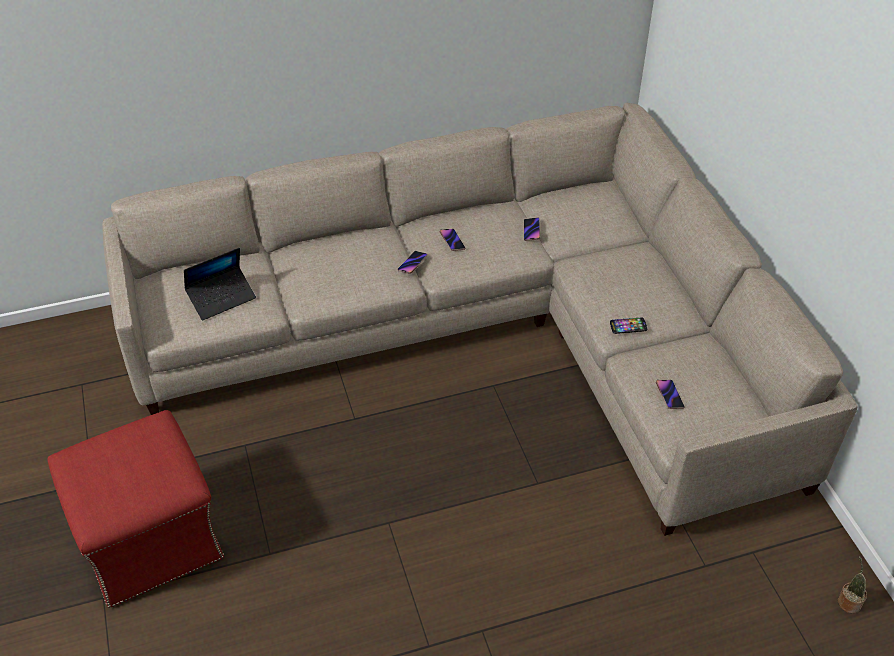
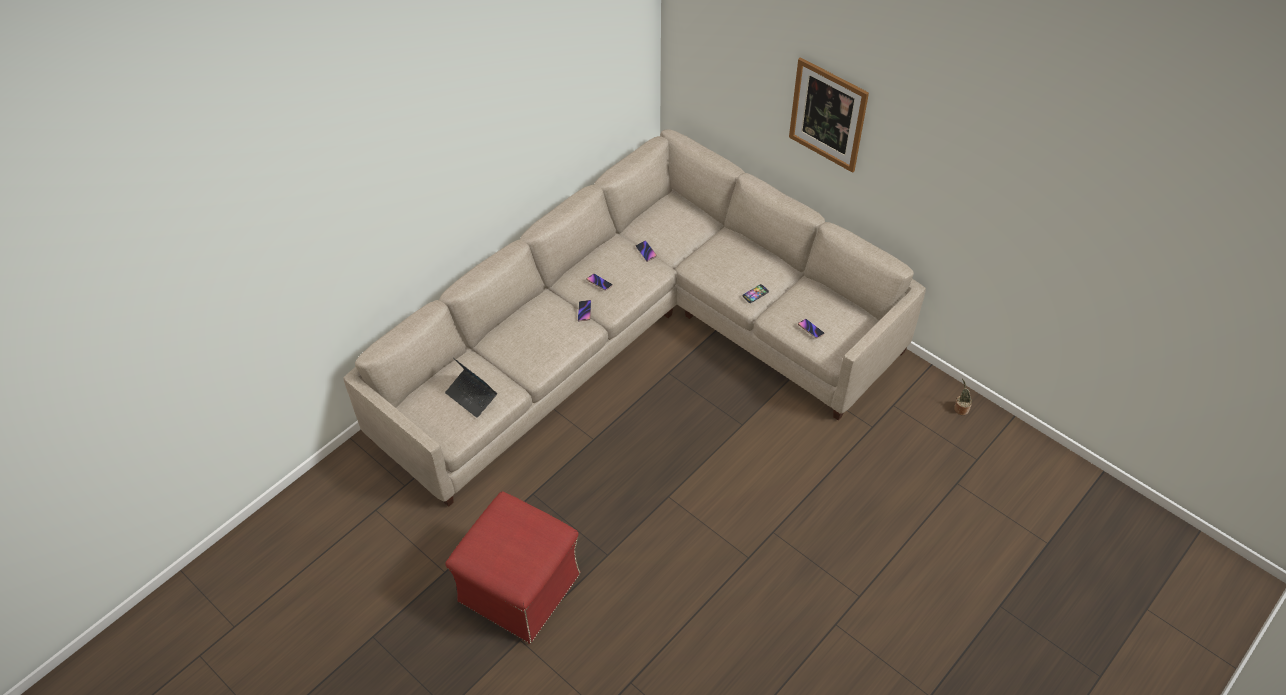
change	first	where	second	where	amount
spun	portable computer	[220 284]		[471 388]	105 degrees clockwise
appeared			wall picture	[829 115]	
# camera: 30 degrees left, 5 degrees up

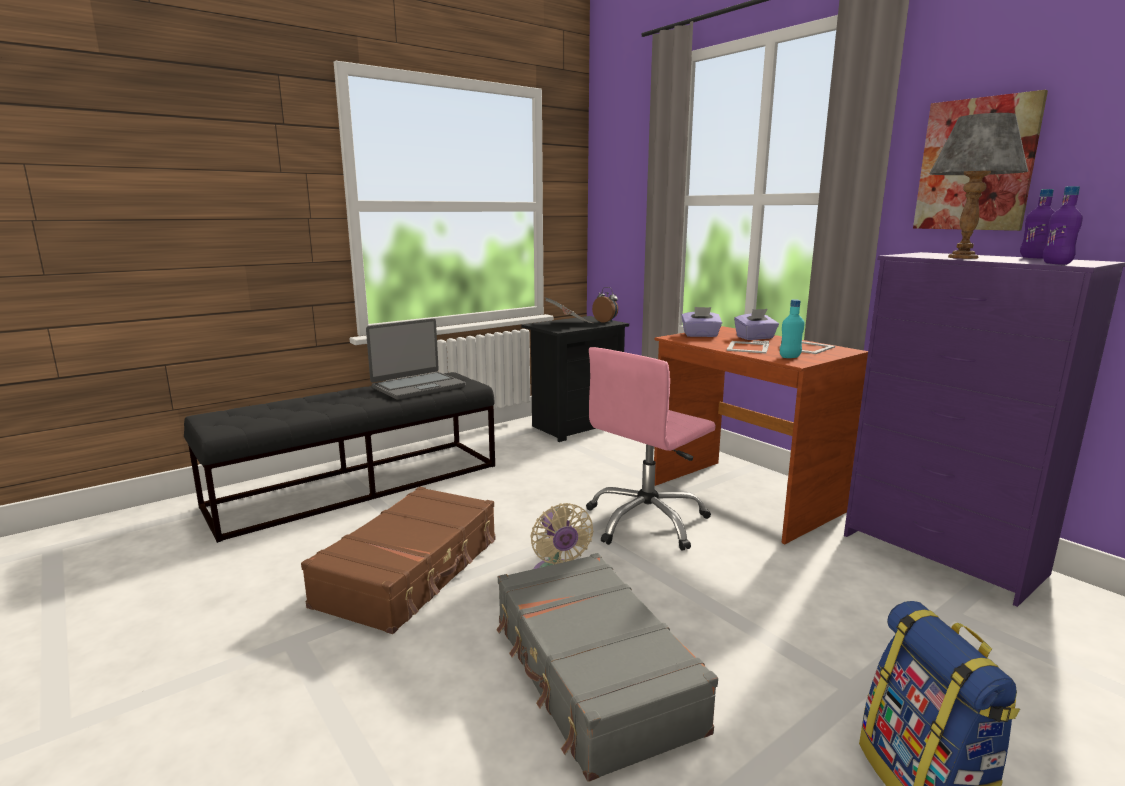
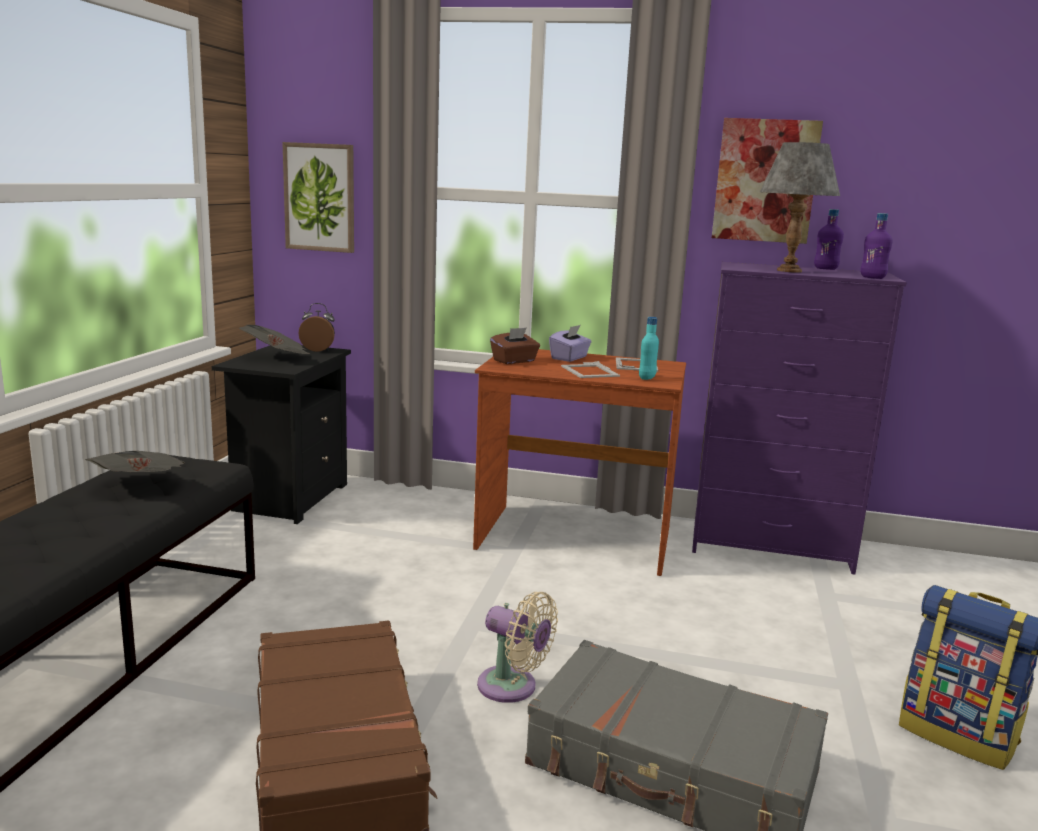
change	first	where	second	where	amount
exchanged	portable computer	[416 359]	daily paper	[135 461]	
missing	pink computer chair	[651 449]			
colour	purple-coloured tissue holder	[701 322]	brown-coloured tissue holder	[515 346]	
appeared			wall picture	[318 197]	
# camera: 40 degrees left, 0 degrees up

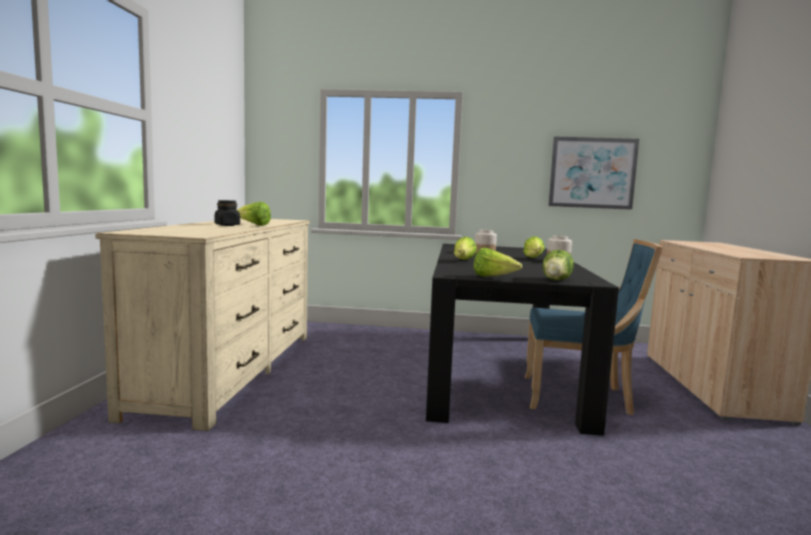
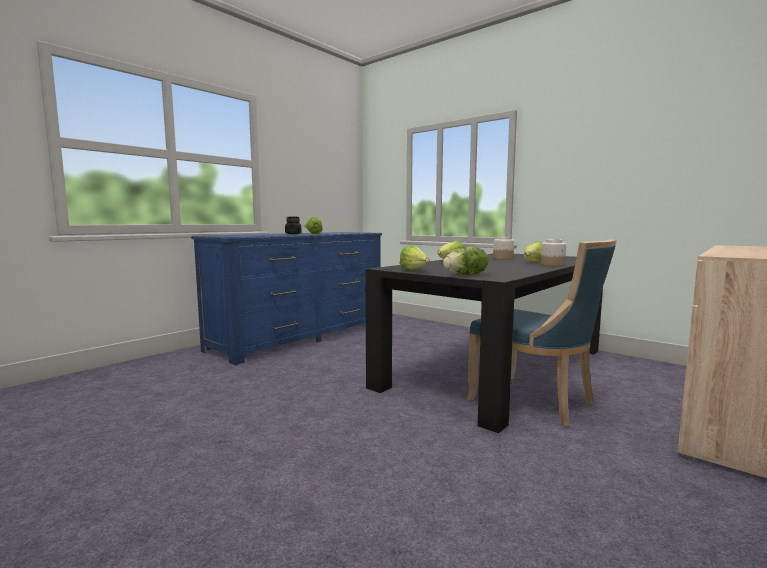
change	first	where	second	where	amount
colour	sand-coloured drawer chest	[202 324]	blue-coloured drawer chest	[286 298]	
missing	wall picture	[593 173]			
# camera: 35 degrees right, 0 degrees up

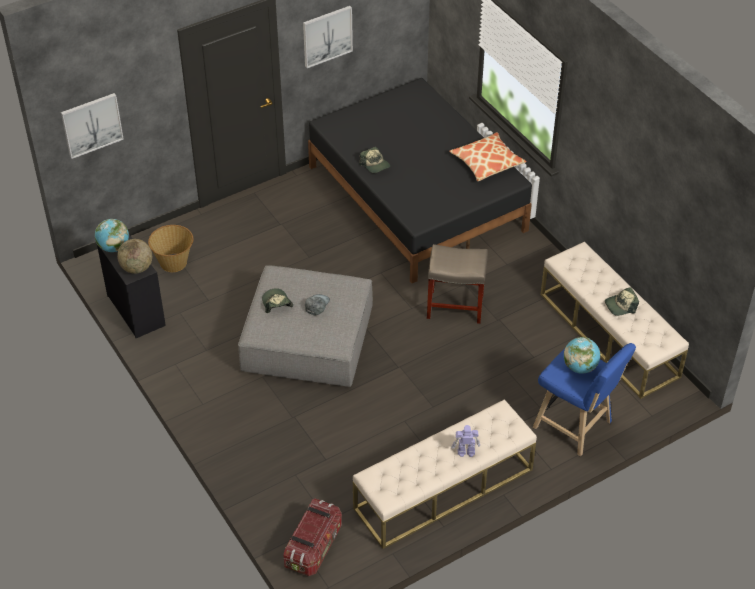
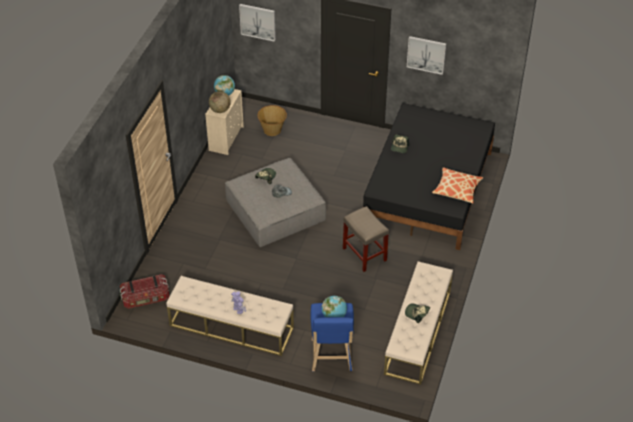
change	first	where	second	where	amount
colour	black-coloured drawer chest	[131 286]	sand-coloured drawer chest	[224 122]	
# camera: 50 degrees right, 0 degrees up

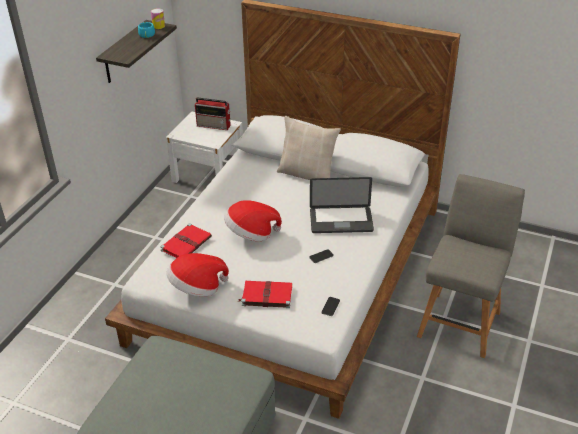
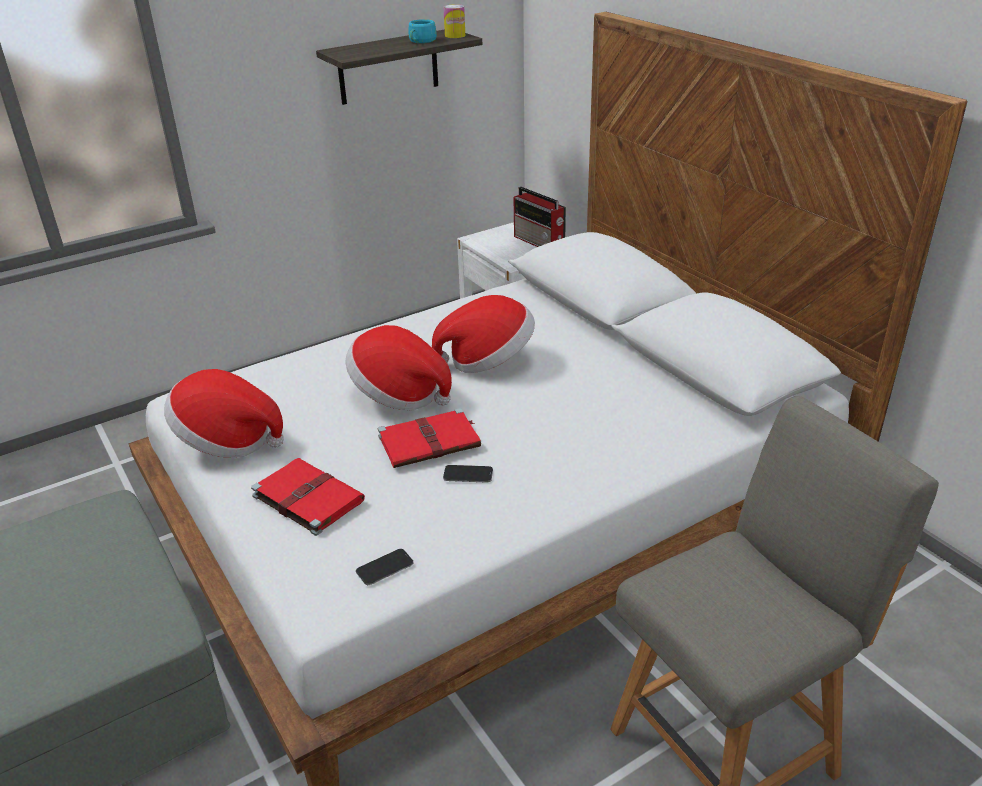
change	first	where	second	where	amount
relocated	red-coloured book	[186 240]		[429 438]	
missing	sand-coloured cushion	[309 148]			
missing	portable computer	[342 205]			
appeared			wearable hat	[483 334]	
# camera: 35 degrees right, 5 degrees down

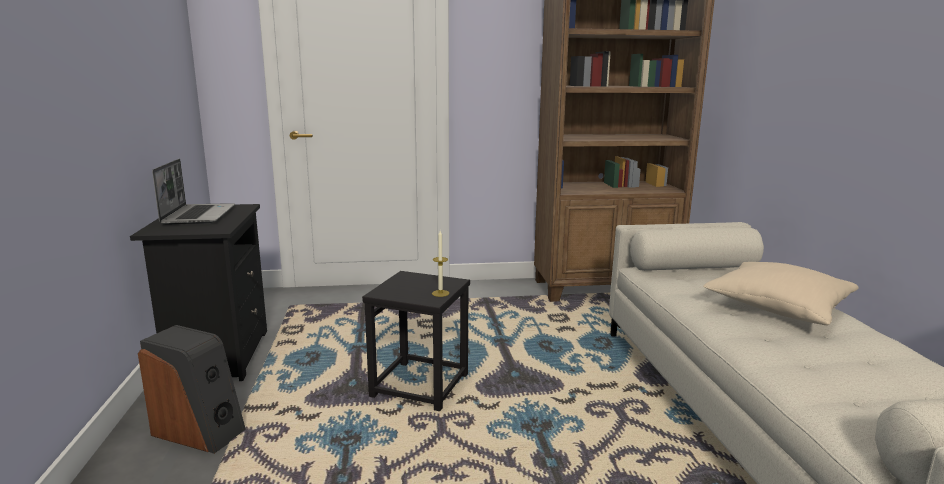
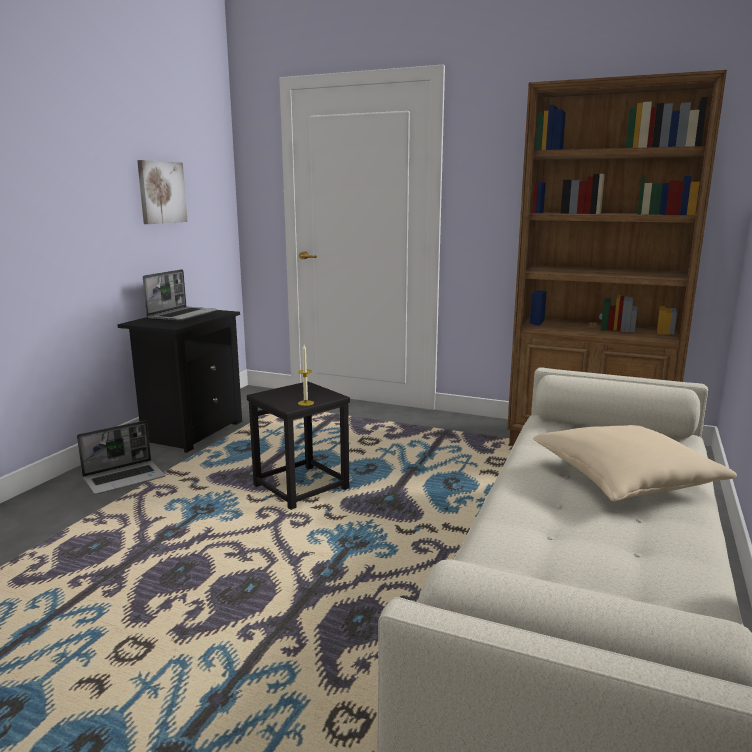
change	first	where	second	where	amount
exchanged	audio speaker	[192 389]	portable computer	[121 457]	
appeared			wall picture	[162 192]	
# camera: 30 degrees right, 0 degrees up

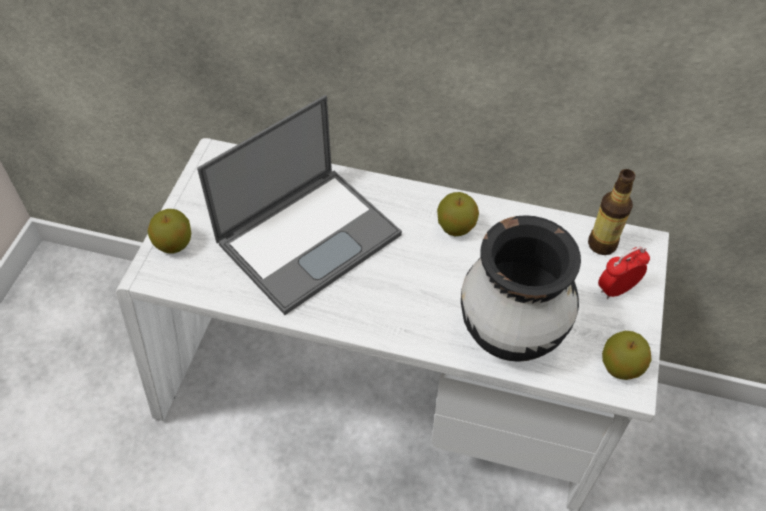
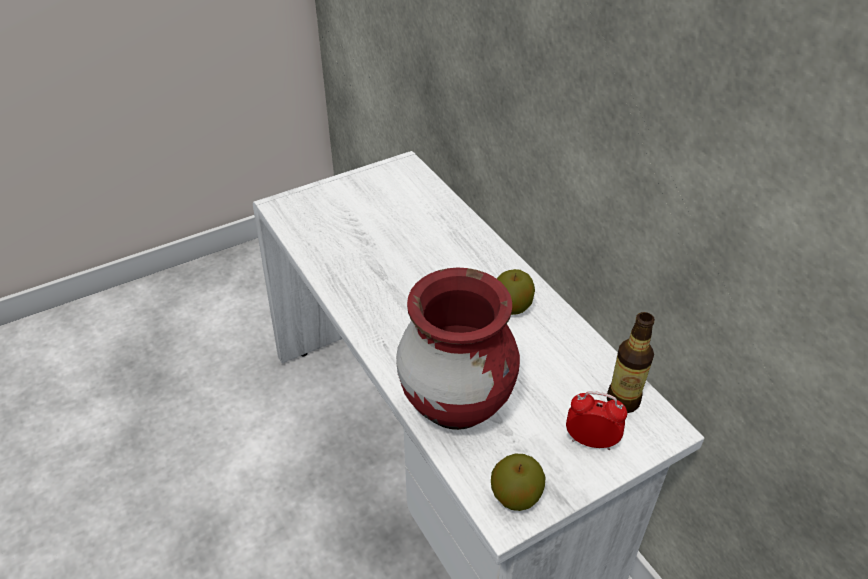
change	first	where	second	where	amount
missing	whole apple	[169 231]			
missing	portable computer	[299 205]			
colour	black-coloured flower vase	[521 288]	red-coloured flower vase	[458 349]	
# camera: 45 degrees right, 10 degrees down

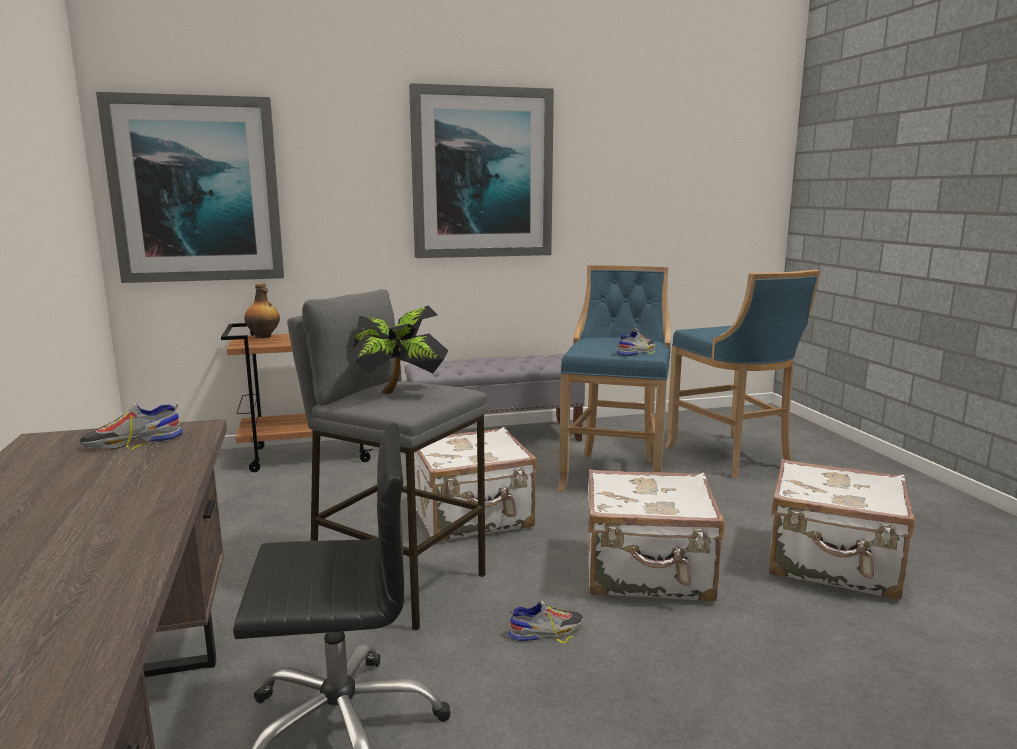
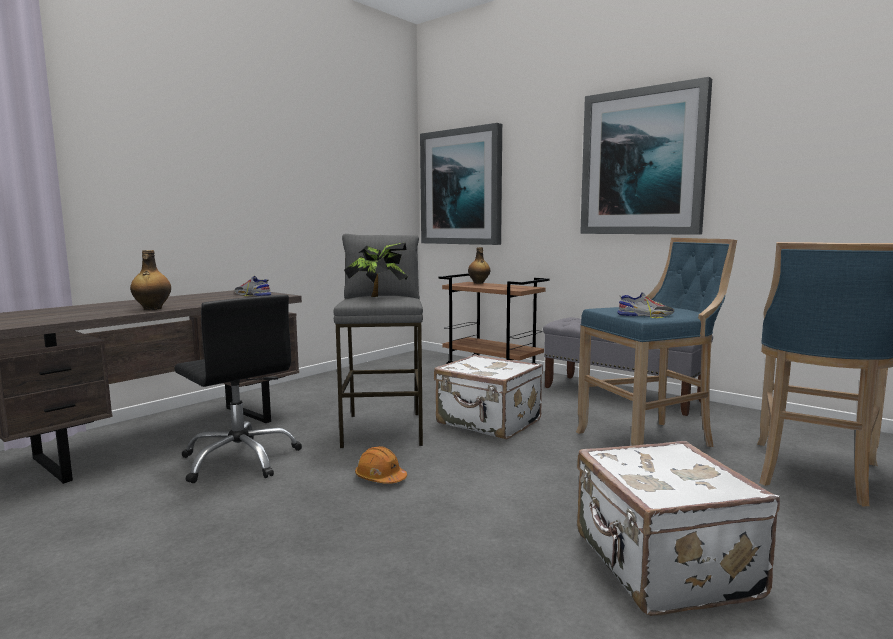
change	first	where	second	where	amount
exchanged	shoe	[545 621]	orangey safety helmet	[381 465]	
missing	whitish travel case	[656 535]			
appeared			beverage bottle	[150 280]	
# camera: 55 degrees right, 5 degrees down

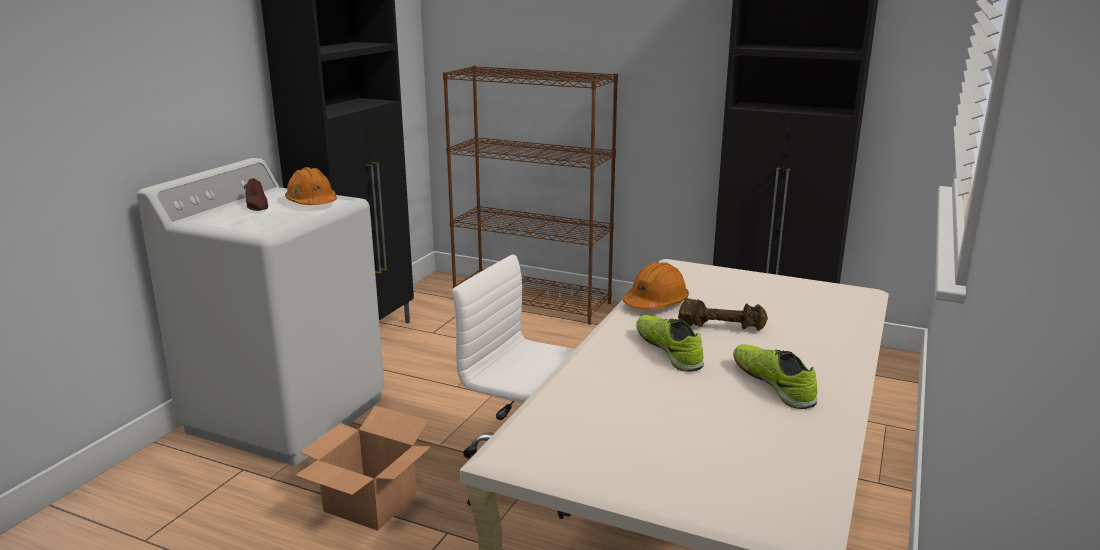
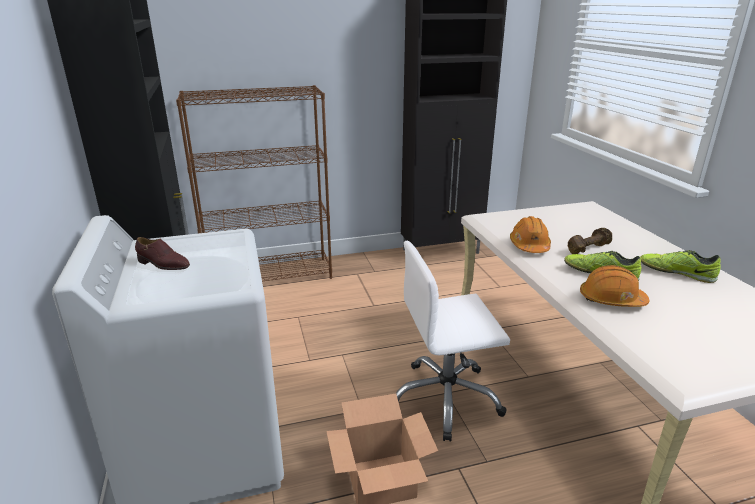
change	first	where	second	where	amount
relocated	orangey safety helmet	[311 186]		[614 286]	
# camera: 40 degrees left, 5 degrees up

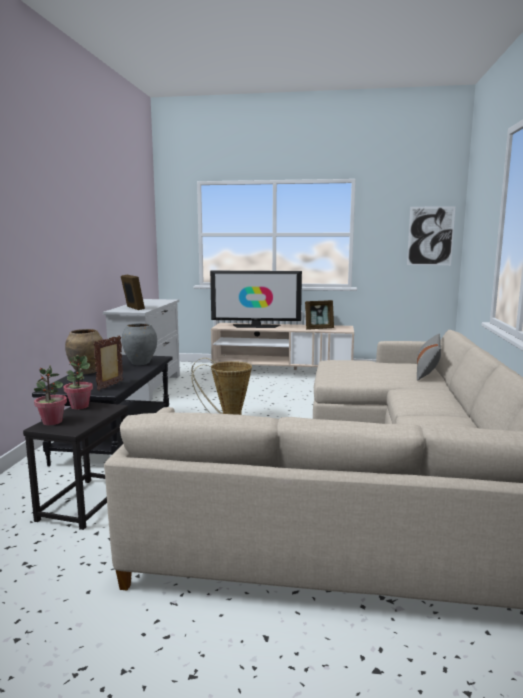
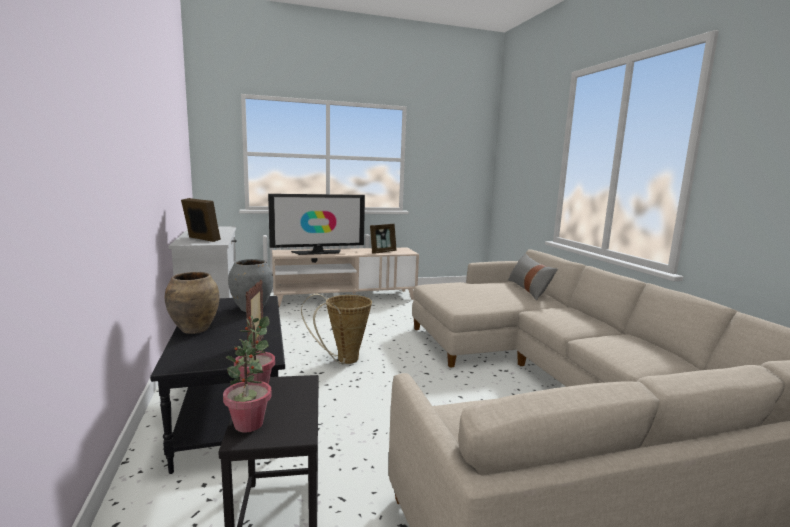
change	first	where	second	where	amount
missing	wall picture	[431 235]			
# camera: 25 degrees left, 0 degrees up

